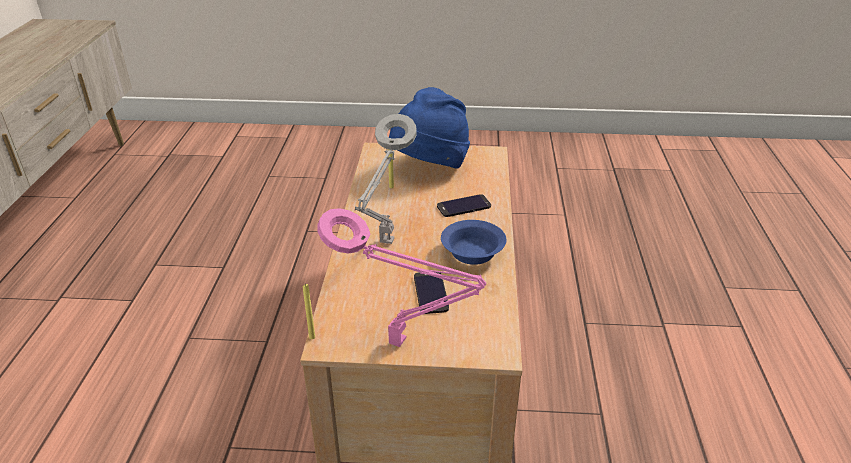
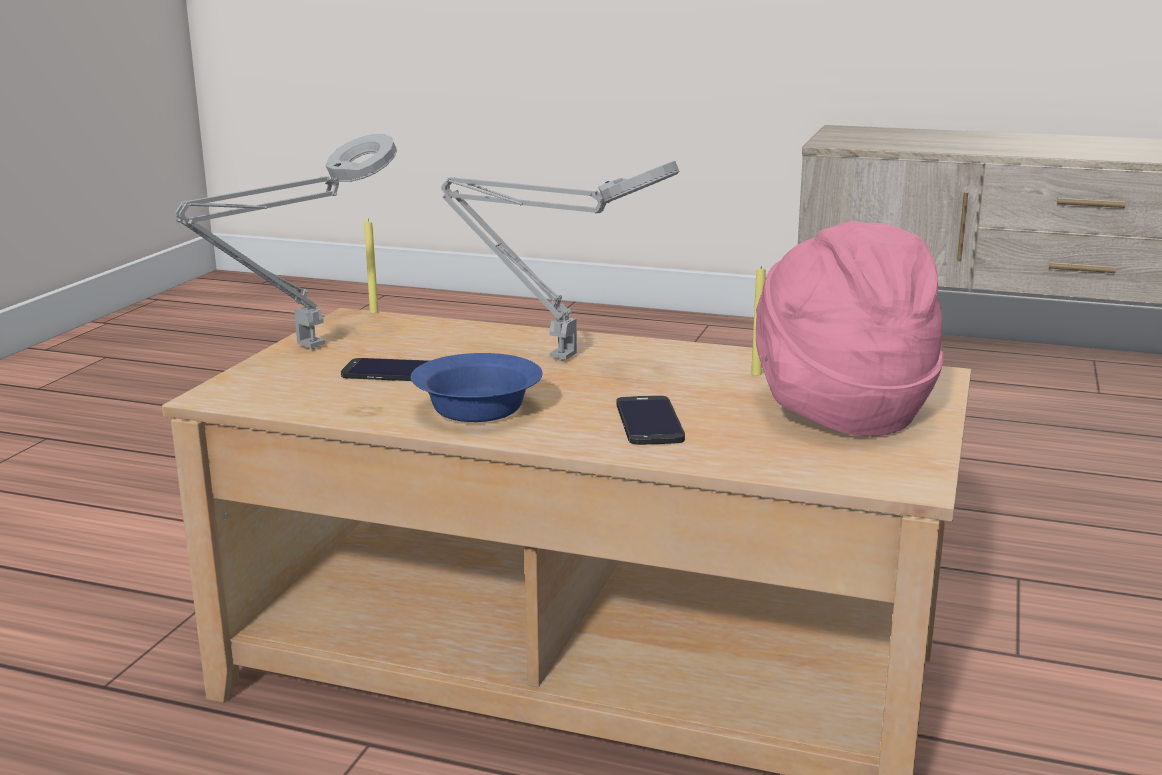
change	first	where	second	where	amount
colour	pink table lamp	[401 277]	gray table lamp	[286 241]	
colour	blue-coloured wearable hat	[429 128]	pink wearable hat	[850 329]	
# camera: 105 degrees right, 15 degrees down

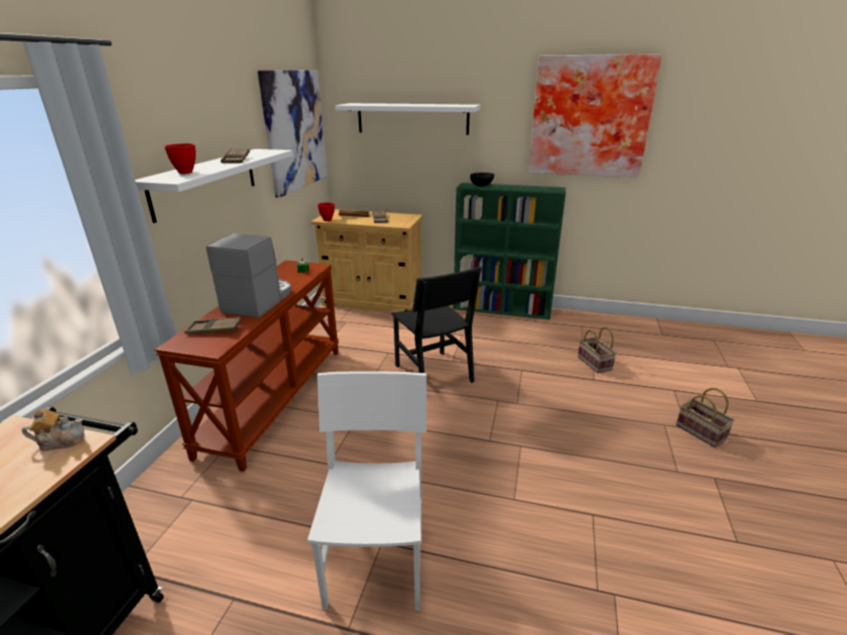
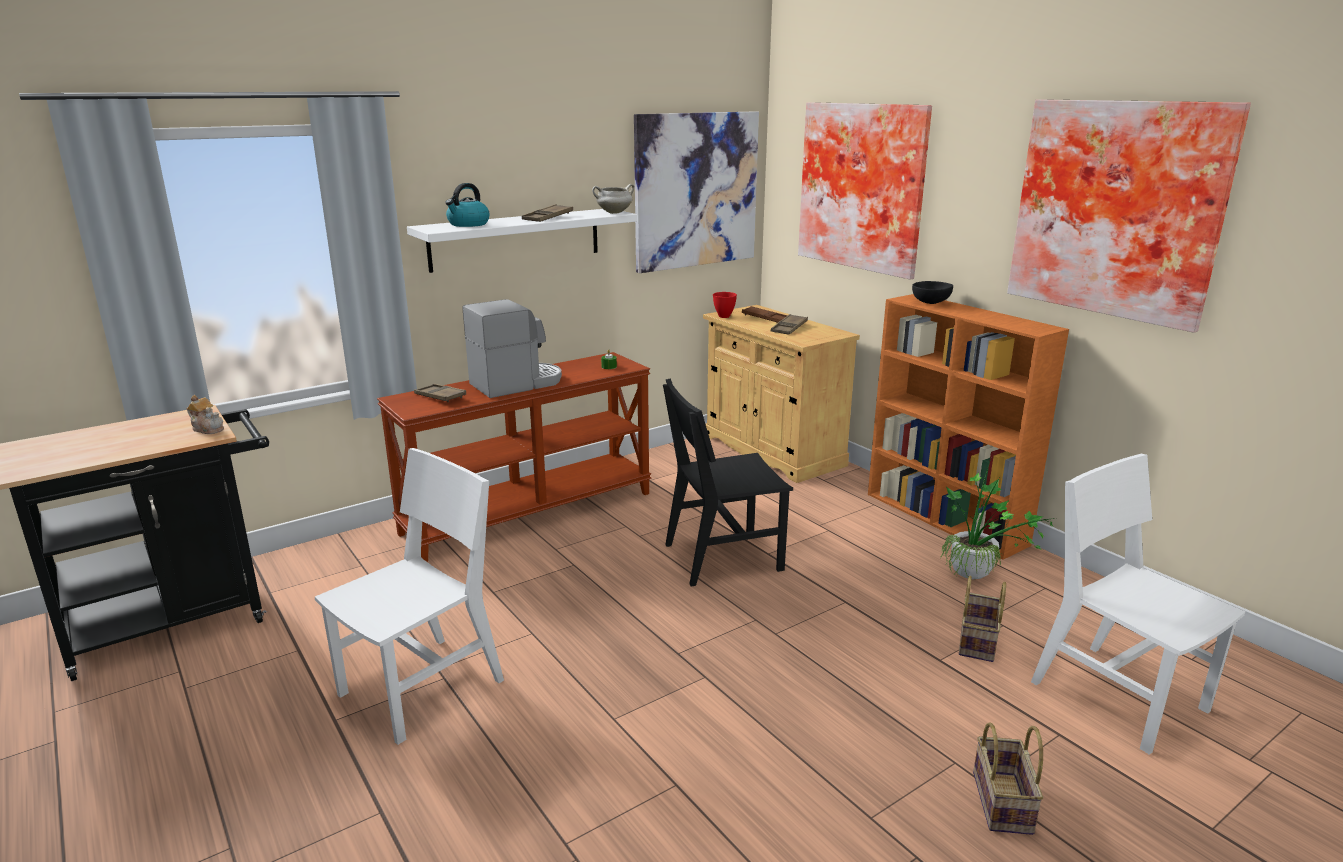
change	first	where	second	where	amount
exchanged	red-coloured deep dish	[180 158]	tea kettle	[468 205]	
exchanged	whitish wall shelf	[407 119]	wall picture	[865 191]	
spun	black-coloured upright chair	[436 324]		[728 482]	60 degrees clockwise
colour	greenish shelving unit	[509 251]	orangey shelving unit	[968 426]	
appeared			whitish cooking pot	[613 199]	
appeared			houseplant	[997 519]	
appeared			whitish upright chair	[1138 604]	
# camera: 40 degrees right, 5 degrees down

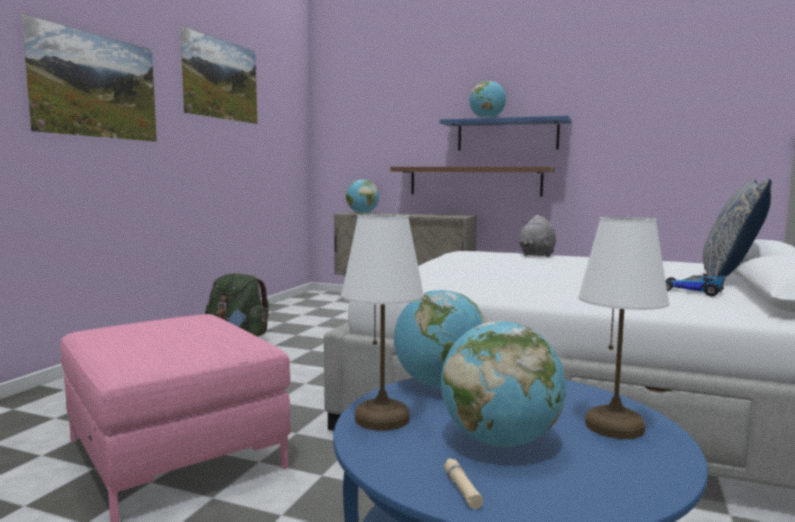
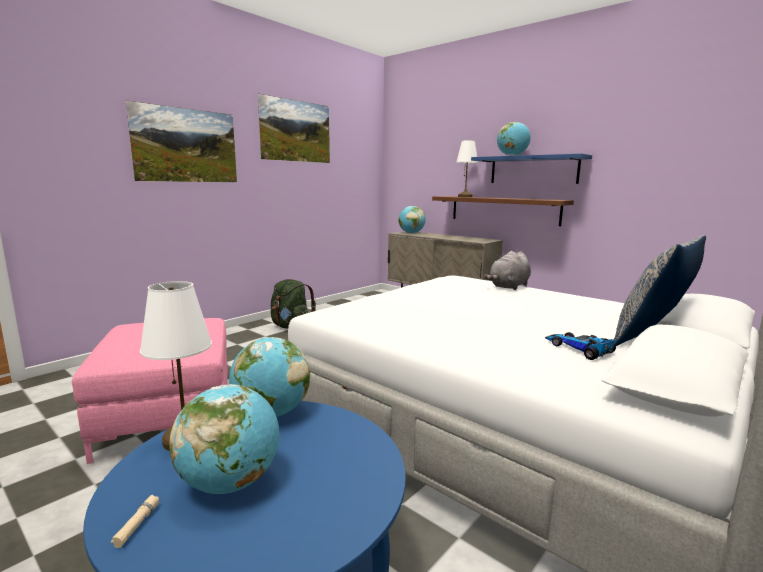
change	first	where	second	where	amount
relocated	whitish table lamp	[623 328]		[467 168]	
# camera: 20 degrees right, 5 degrees up

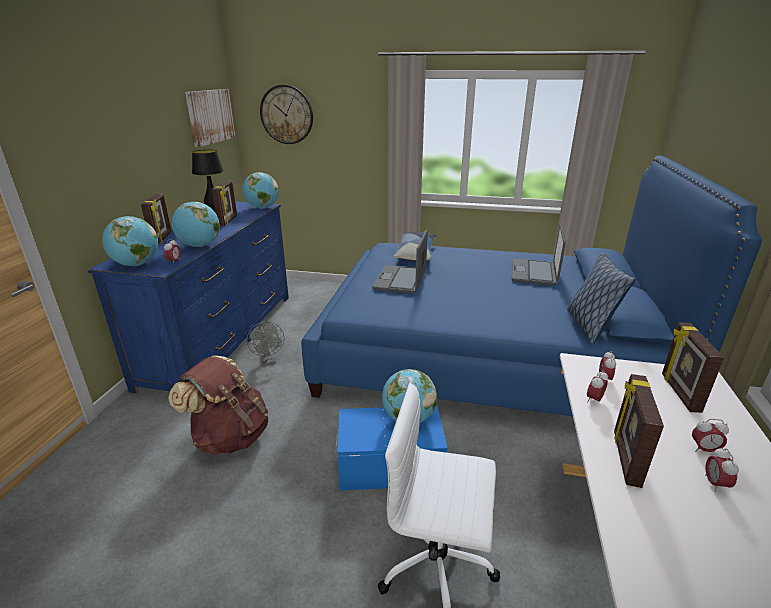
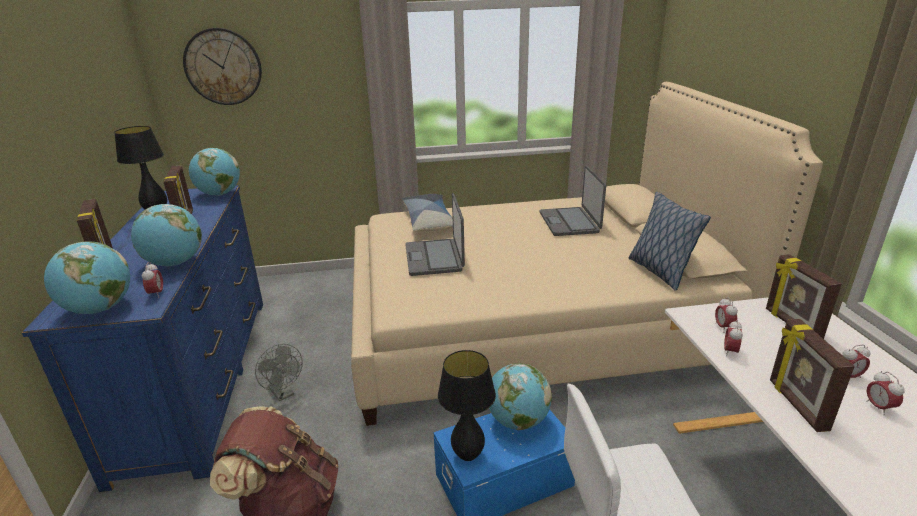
change	first	where	second	where	amount
missing	wall picture	[210 118]			
colour	blue-coloured sleeping bed	[531 285]	sand-coloured sleeping bed	[587 254]	
appeared			black-coloured table lamp	[467 405]	
# camera: 20 degrees left, 0 degrees up

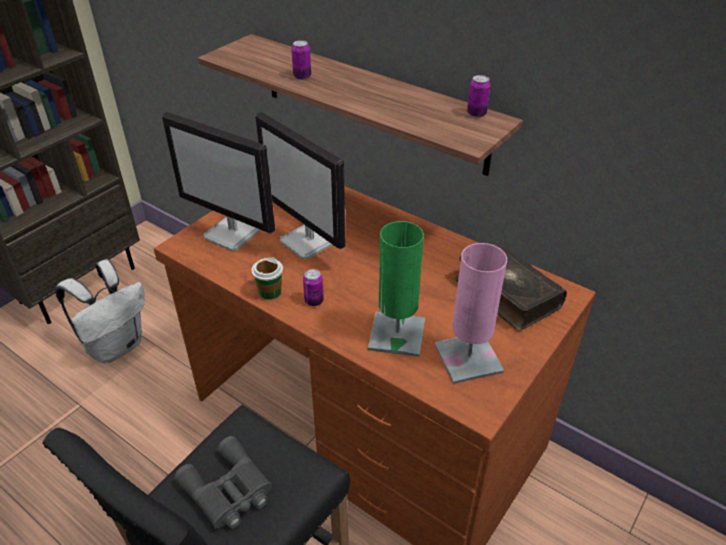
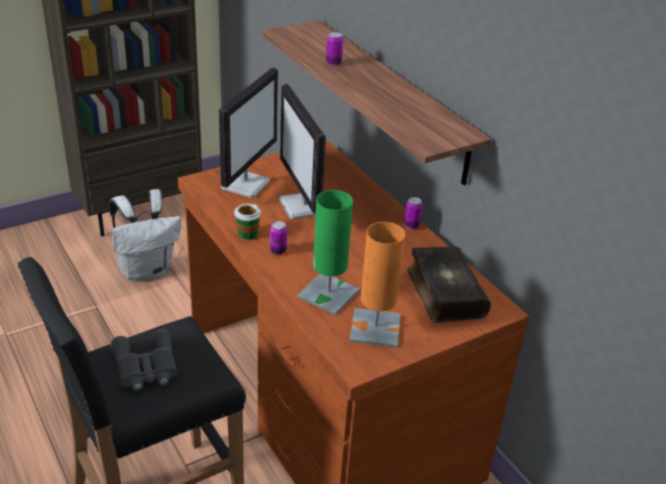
change	first	where	second	where	amount
spun	computer screen	[218 181]		[248 132]	120 degrees counterclockwise
colour	pink table lamp	[471 313]	orangey table lamp	[377 285]	
relocated	can	[479 96]		[413 213]	
# camera: 20 degrees right, 5 degrees down

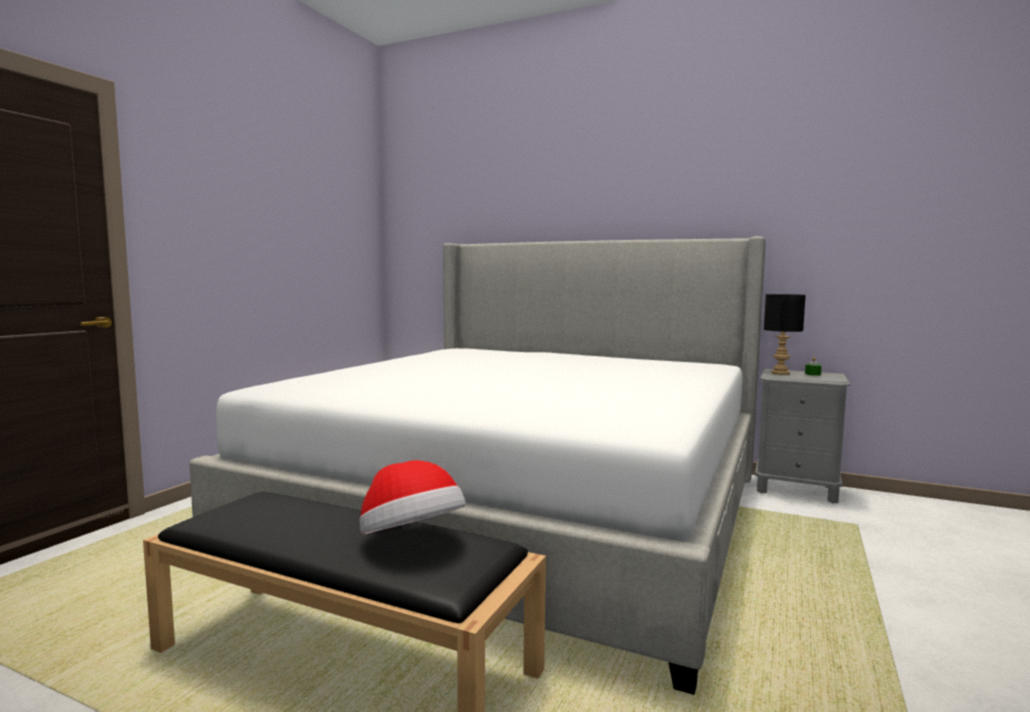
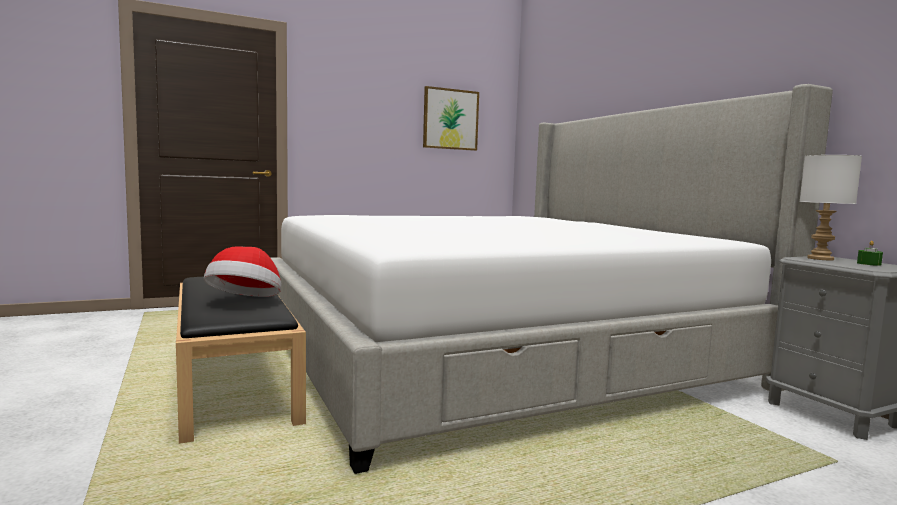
change	first	where	second	where	amount
colour	black-coloured table lamp	[785 334]	whitish table lamp	[830 207]	
appeared			wall picture	[451 118]	
# camera: 40 degrees right, 0 degrees up

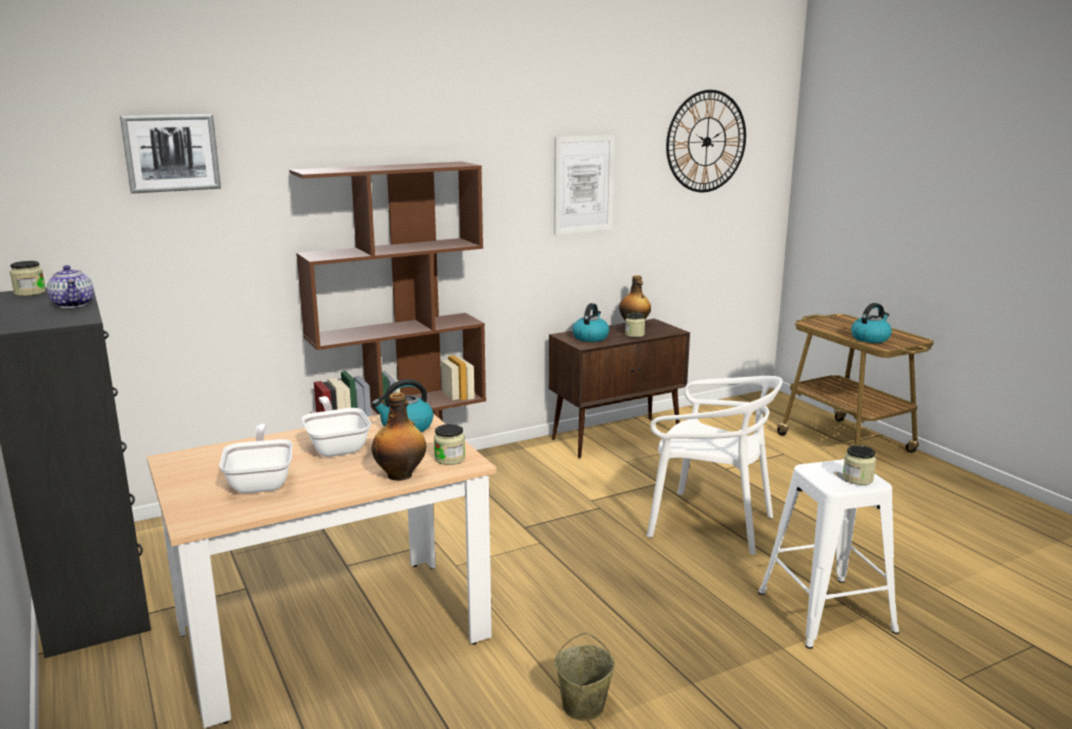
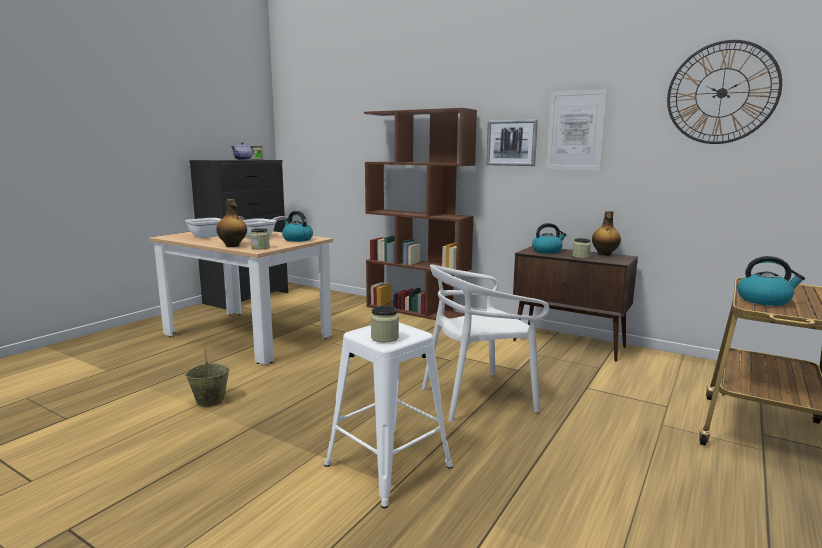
change	first	where	second	where	amount
relocated	wall picture	[170 154]		[512 142]	
spun	whitish upright chair	[714 465]		[485 343]	75 degrees clockwise
# camera: 60 degrees right, 5 degrees down

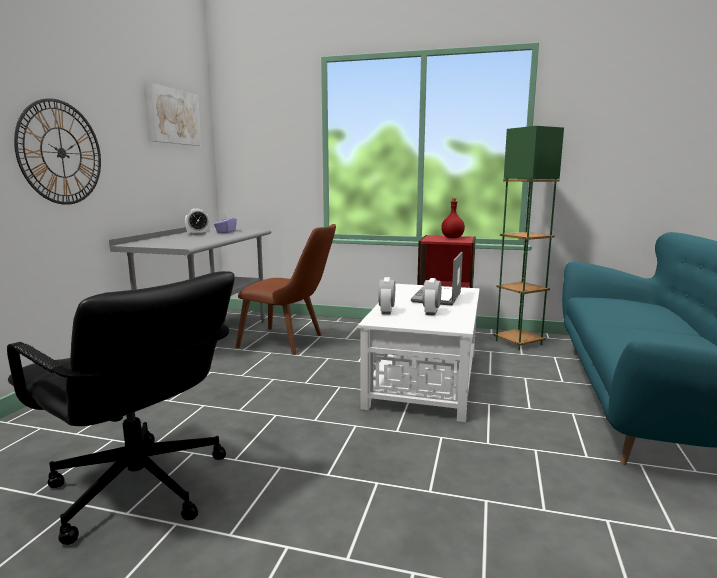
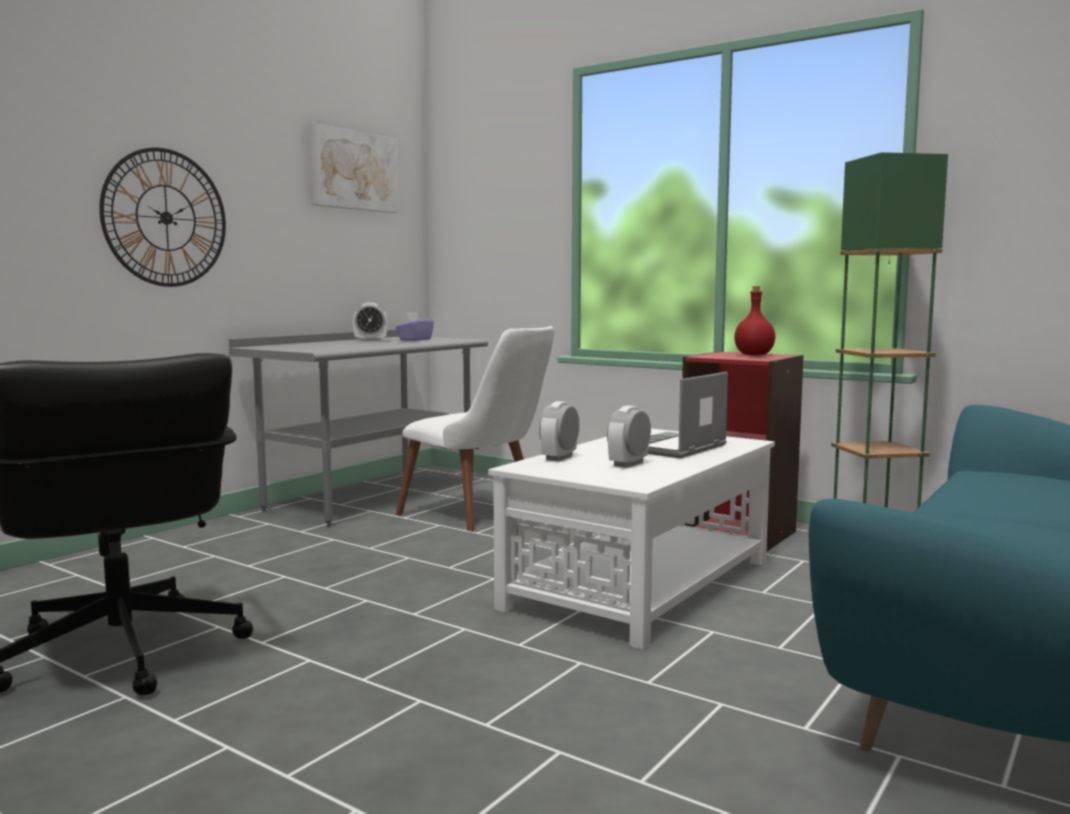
change	first	where	second	where	amount
colour	brown-coloured upright chair	[286 289]	whitish upright chair	[475 428]	
# camera: 20 degrees right, 5 degrees down

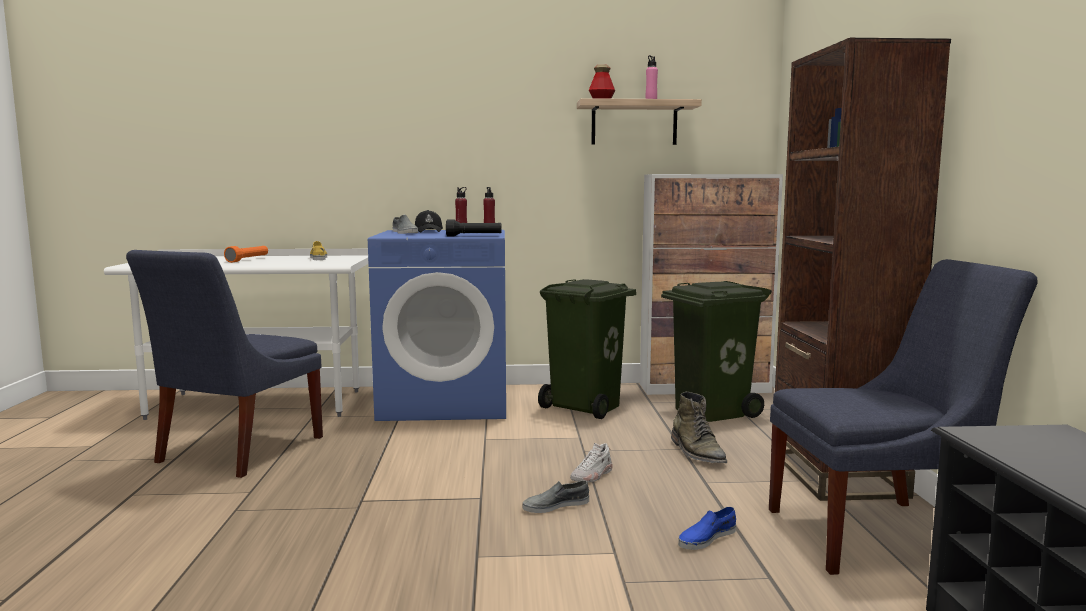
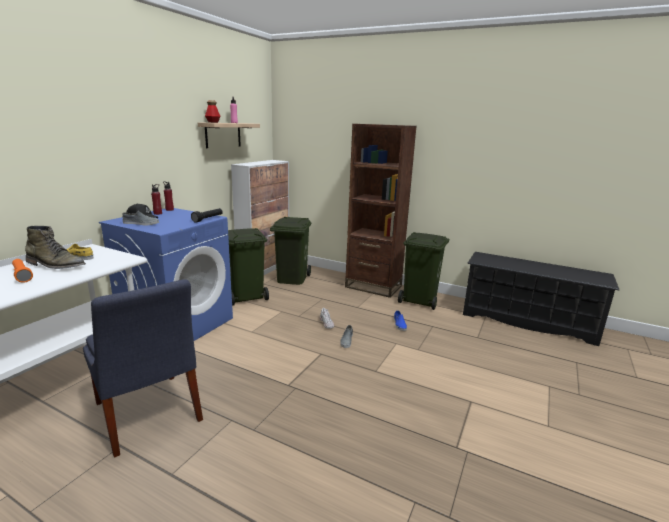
change	first	where	second	where	amount
relocated	greenish boot	[699 428]		[55 247]	
exchanged	blue-coloured upright chair	[903 417]	greenish waste bin	[423 271]	
# camera: 60 degrees left, 10 degrees up

